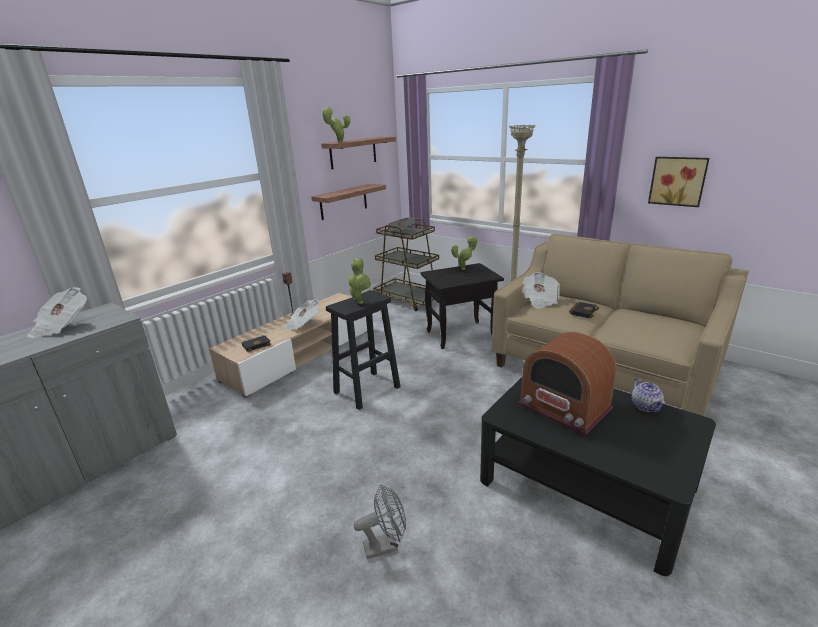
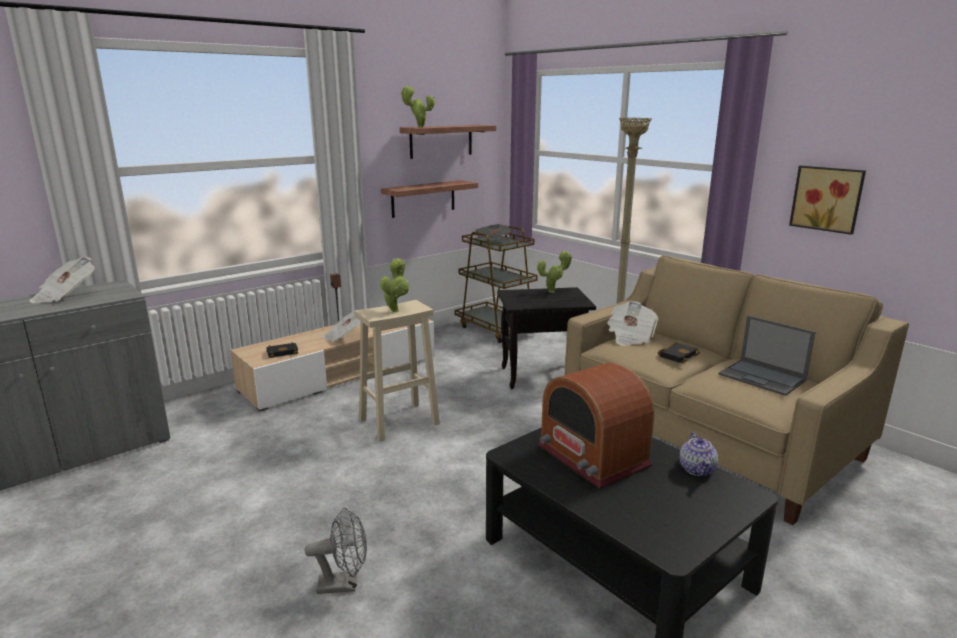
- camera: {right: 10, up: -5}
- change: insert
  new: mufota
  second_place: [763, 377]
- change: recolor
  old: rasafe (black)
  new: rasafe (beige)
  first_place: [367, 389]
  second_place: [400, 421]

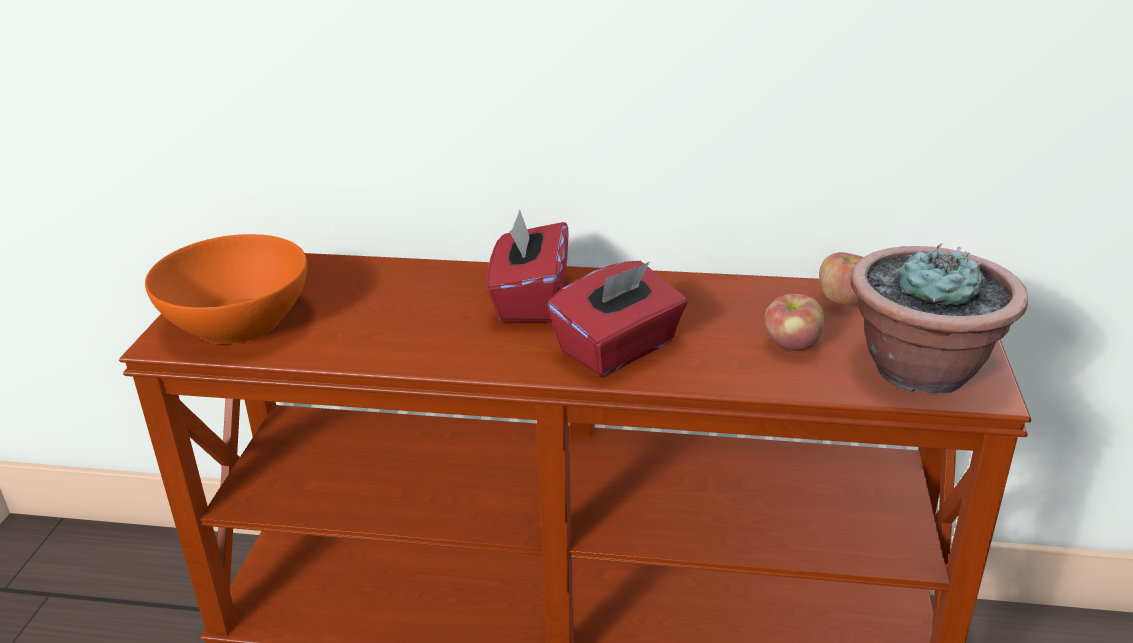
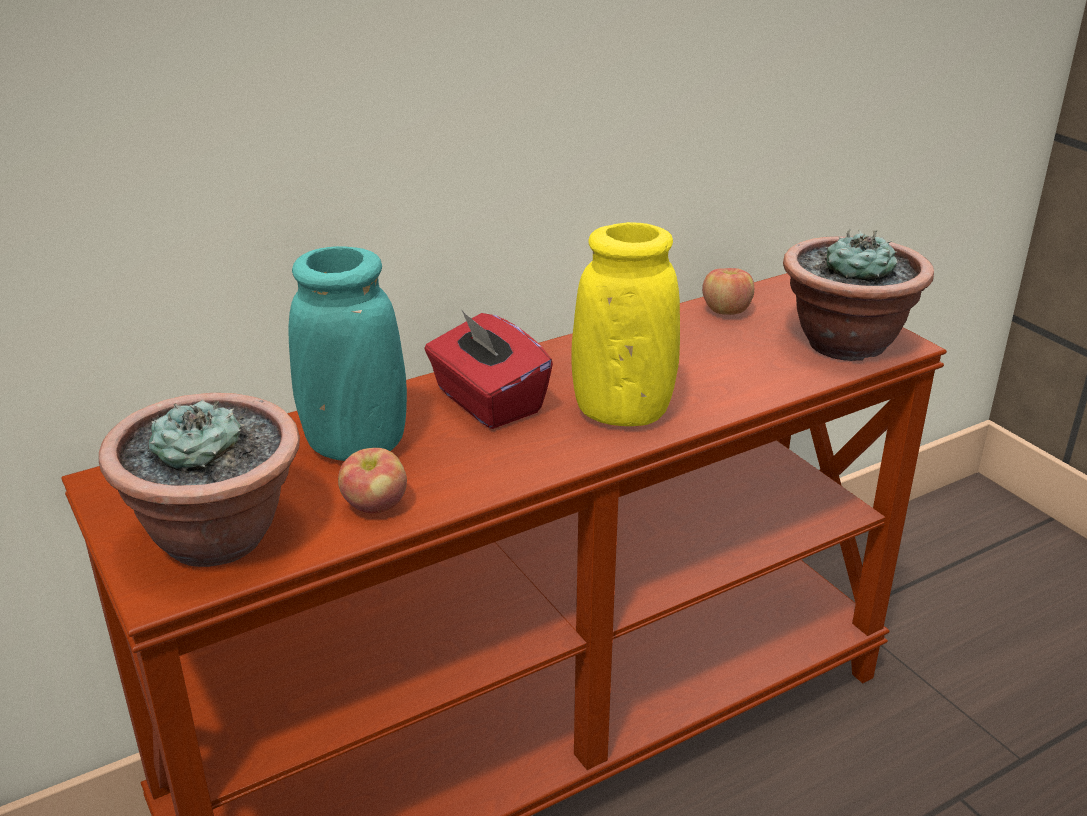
- camera: {right: -40, up: 0}
- change: insert
  new: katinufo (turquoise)
  second_place: [355, 446]
- change: move
  old: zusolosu
  first_place: [792, 345]
  second_place: [375, 506]
- change: replace
  old: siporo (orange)
  new: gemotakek
  first_place: [239, 321]
  second_place: [218, 536]
- change: replace
  old: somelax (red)
  new: katinufo (yellow)
  first_place: [618, 349]
  second_place: [623, 412]

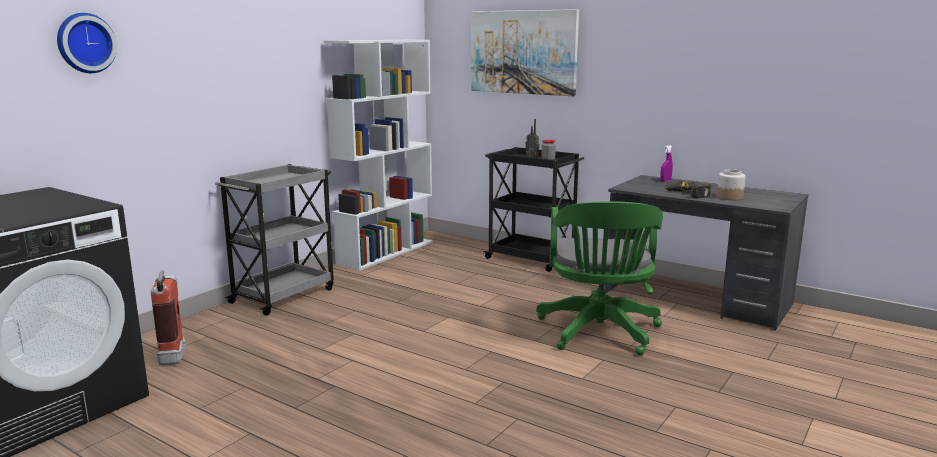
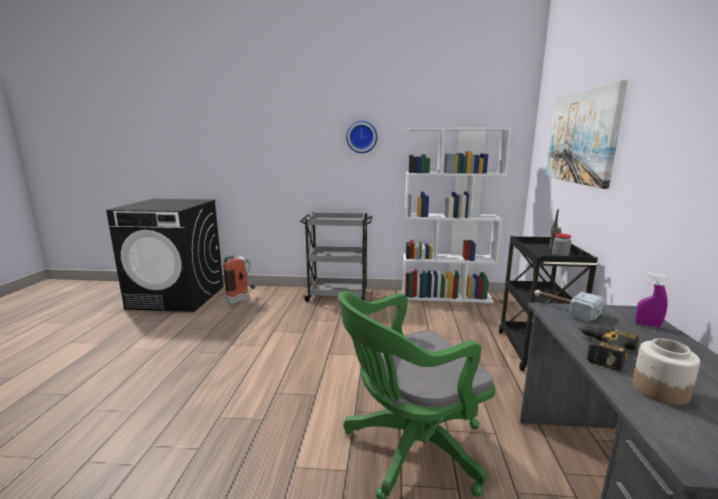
- camera: {right: 60, up: 0}
- change: insert
  new: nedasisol
  second_place: [564, 309]
- change: move
  old: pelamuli
  first_place: [85, 43]
  second_place: [362, 137]

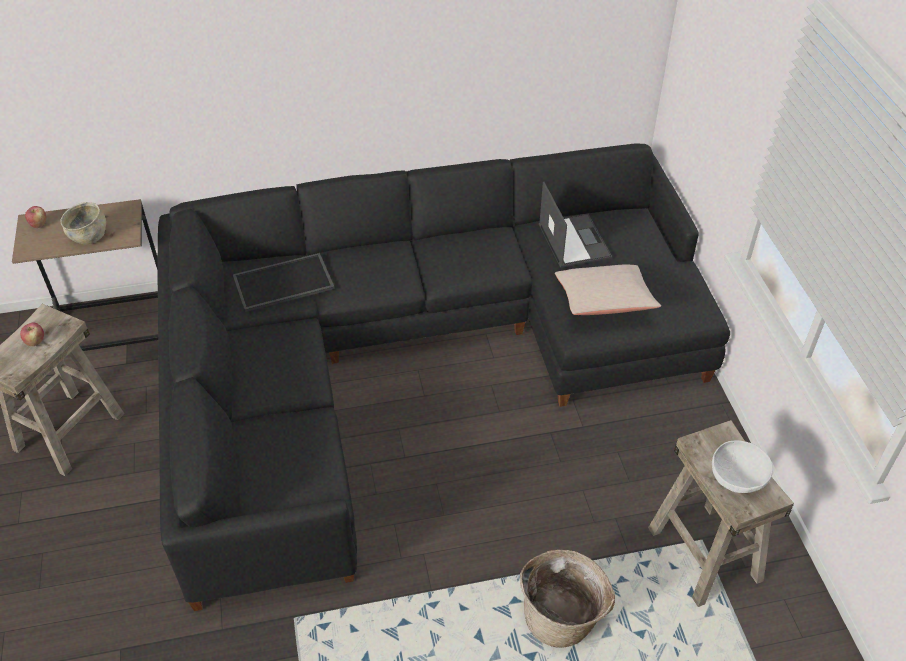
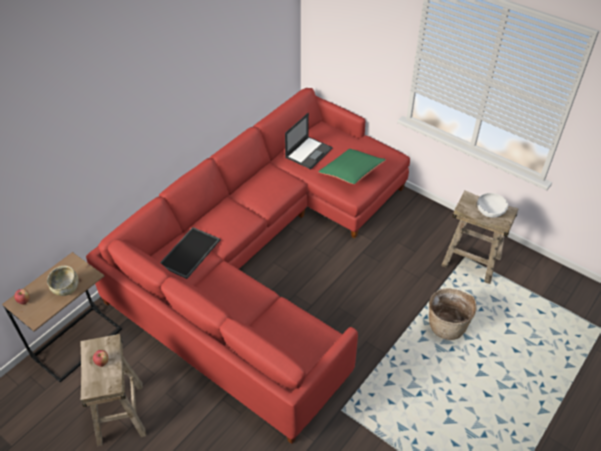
- camera: {right: -40, up: 0}
- change: recolor
  old: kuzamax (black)
  new: kuzamax (red)
  first_place: [413, 356]
  second_place: [264, 257]
- change: recolor
  old: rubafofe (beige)
  new: rubafofe (green)
  first_place: [604, 301]
  second_place: [351, 173]
- change: rotate
  old: mufota
  first_place: [573, 240]
  second_place: [309, 152]
  degrees: 90

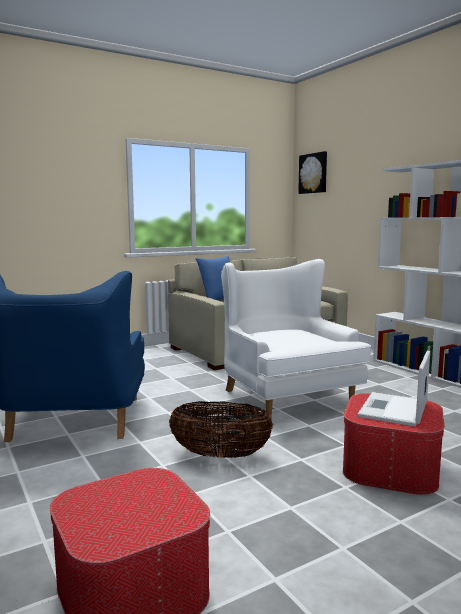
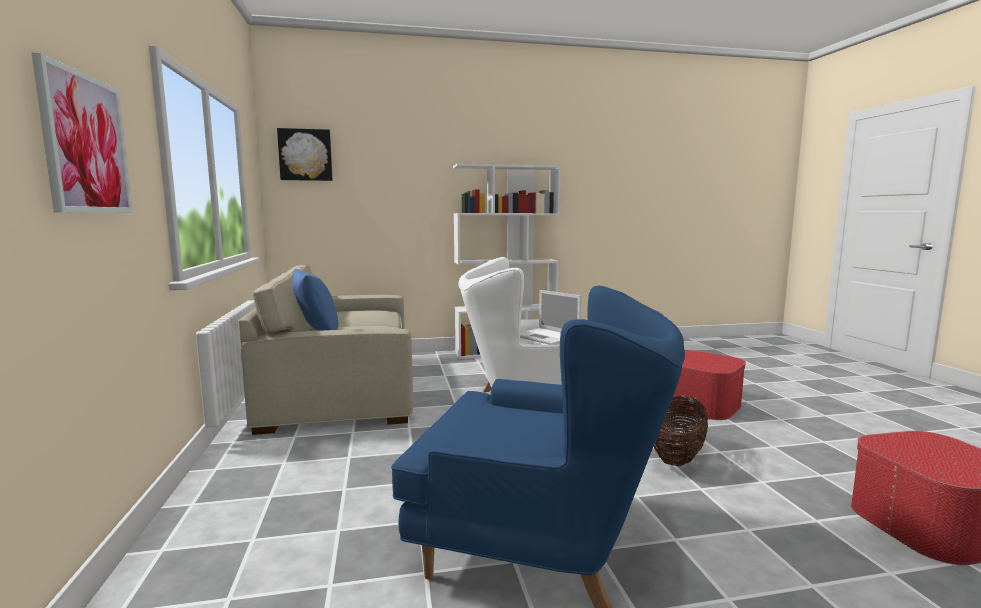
- camera: {right: -70, up: 0}
- change: insert
  new: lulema
  second_place: [85, 144]
- change: move
  old: mufota
  first_place: [393, 410]
  second_place: [547, 337]

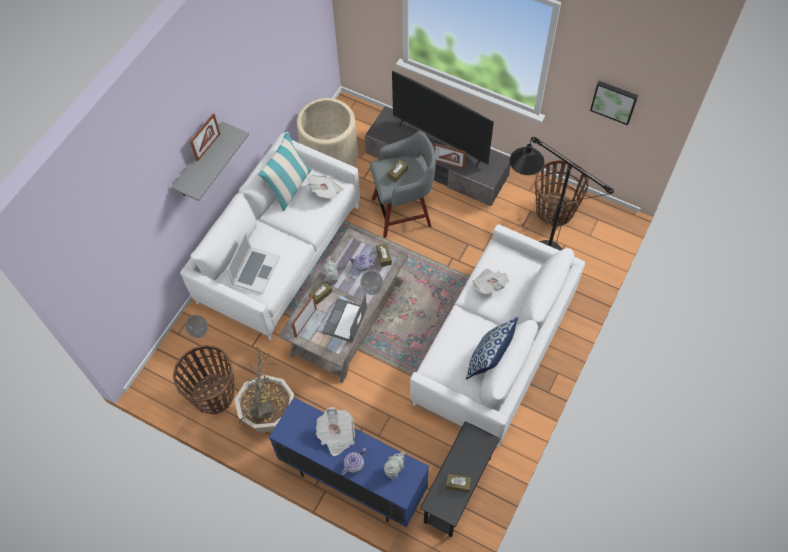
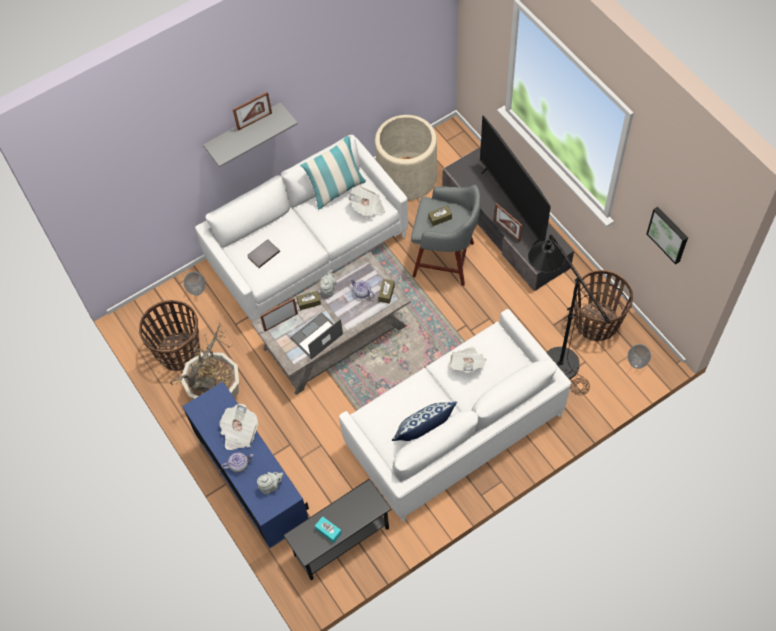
- camera: {right: 30, up: 0}
- change: move
  old: katinufo
  first_place: [372, 290]
  second_place: [636, 363]
- change: replace
  old: mufota
  new: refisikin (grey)
  first_place: [255, 270]
  second_place: [263, 253]
- change: recolor
  old: somelax (brown)
  new: somelax (turquoise)
  first_place: [458, 484]
  second_place: [328, 531]

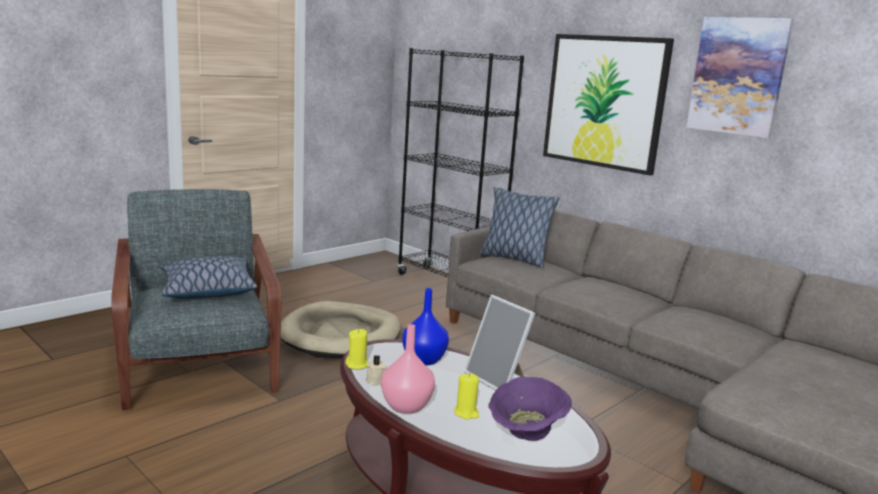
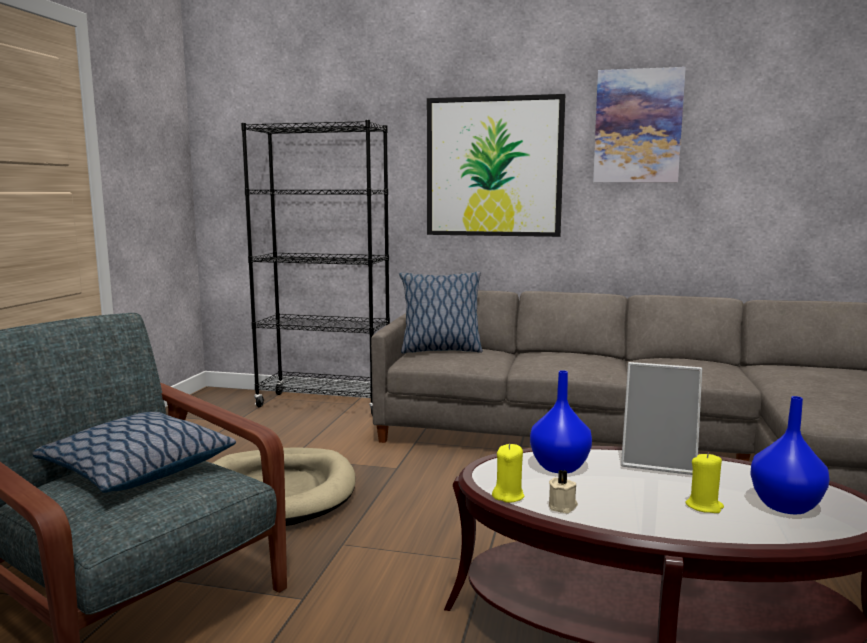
- camera: {right: -30, up: -5}
- change: delete
  old: katinufo (pink)
  first_place: [406, 407]
- change: replace
  old: siporo (purple)
  new: katinufo (blue)
  first_place: [525, 433]
  second_place: [787, 506]

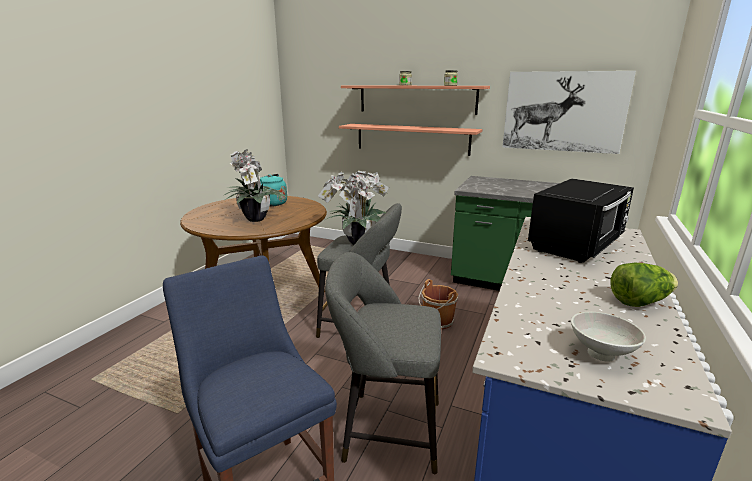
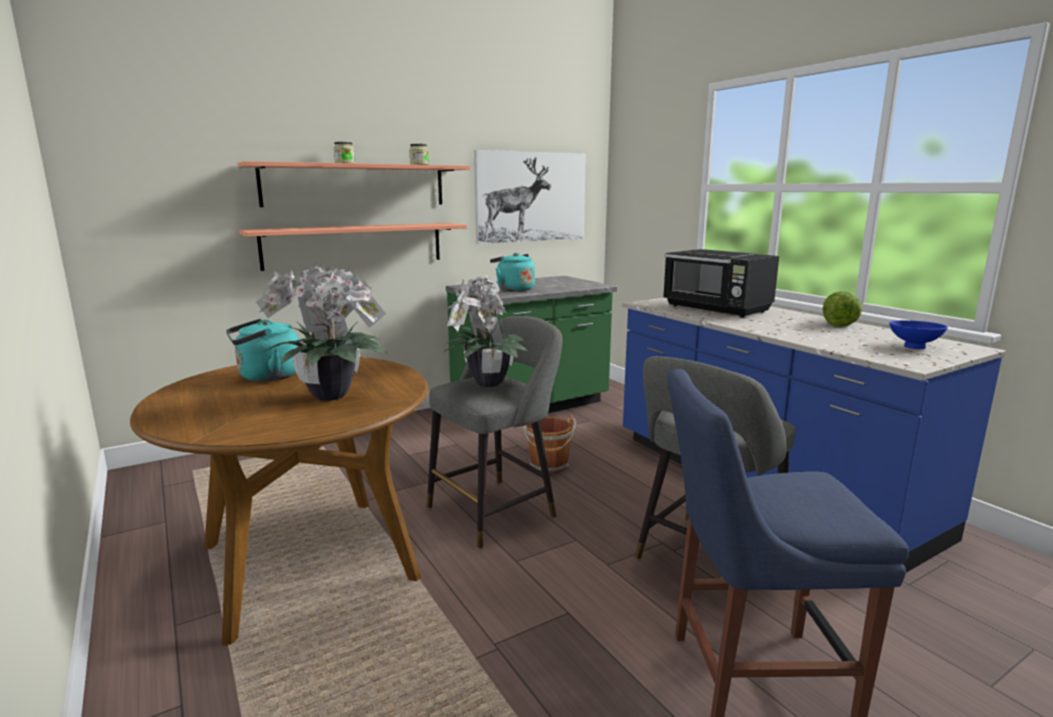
- camera: {right: -55, up: -5}
- change: insert
  new: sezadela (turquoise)
  second_place: [513, 289]
- change: recolor
  old: siporo (white)
  new: siporo (blue)
  first_place: [599, 353]
  second_place: [912, 347]
- change: rotate
  old: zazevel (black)
  first_place: [577, 245]
  second_place: [717, 309]
  degrees: 150

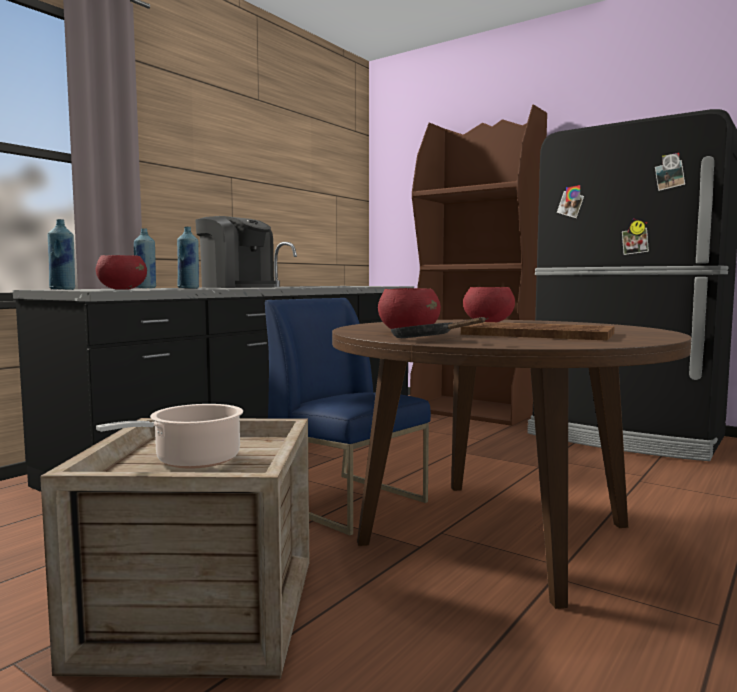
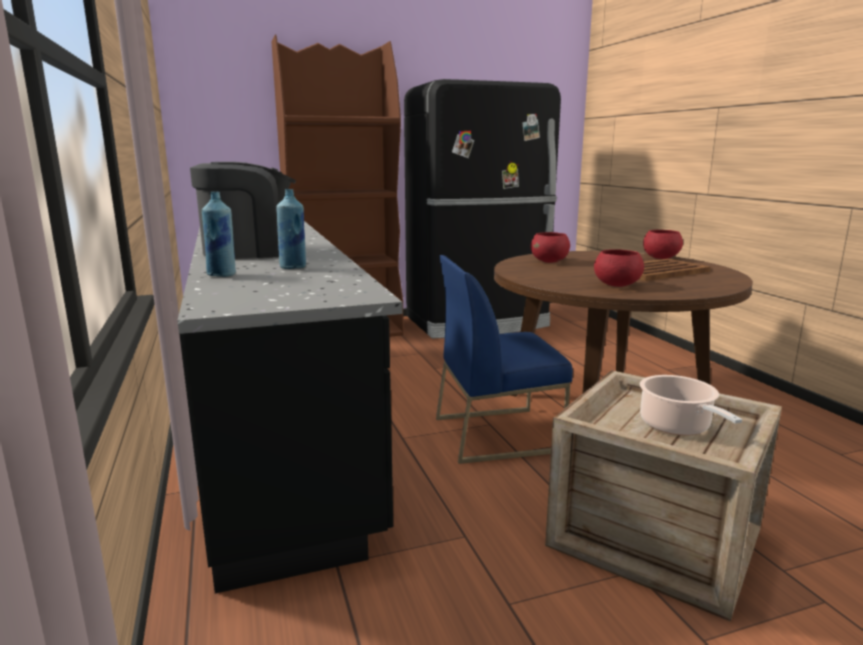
- camera: {right: -55, up: 10}
- change: delete
  old: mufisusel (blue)
  first_place: [63, 289]
- change: delete
  old: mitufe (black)
  first_place: [427, 339]
- change: move
  old: siporo (red)
  first_place: [122, 289]
  second_place: [660, 258]

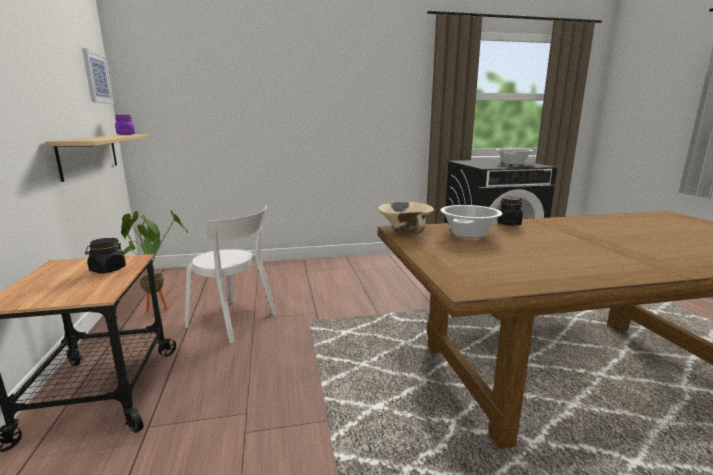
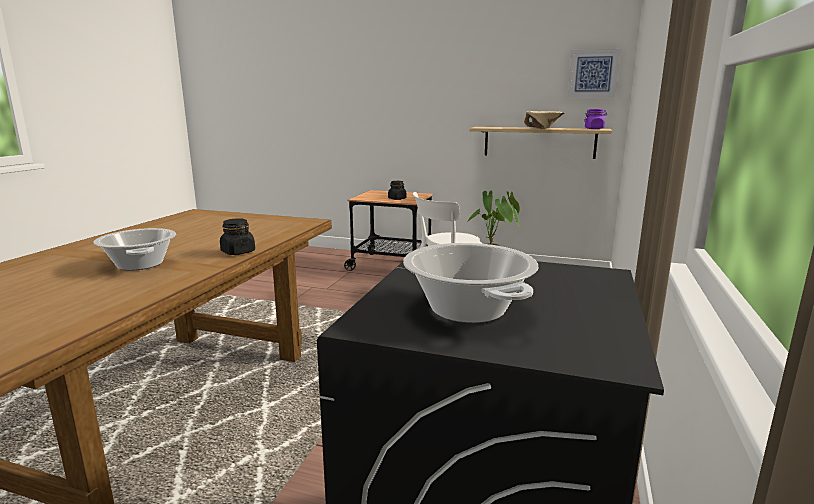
- camera: {right: 120, up: 0}
- change: move
  old: siporo (beige)
  first_place: [405, 230]
  second_place: [543, 128]
- change: move
  old: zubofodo
  first_place: [469, 233]
  second_place: [139, 264]

